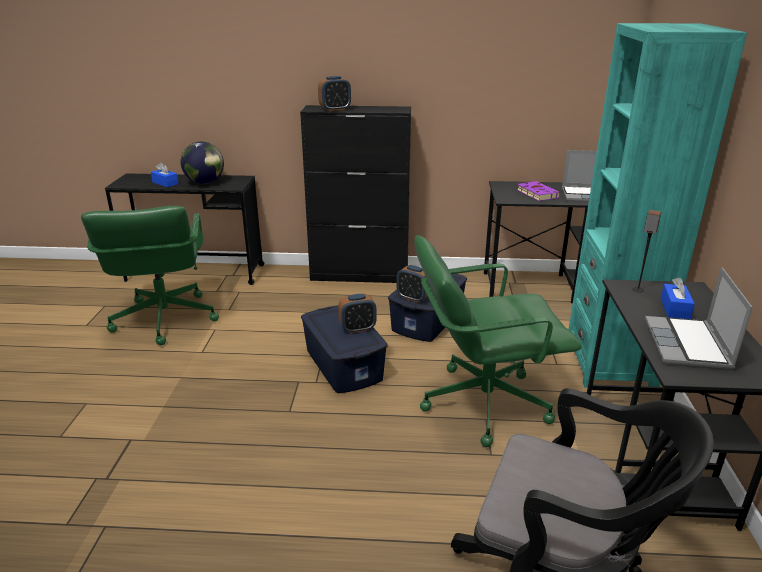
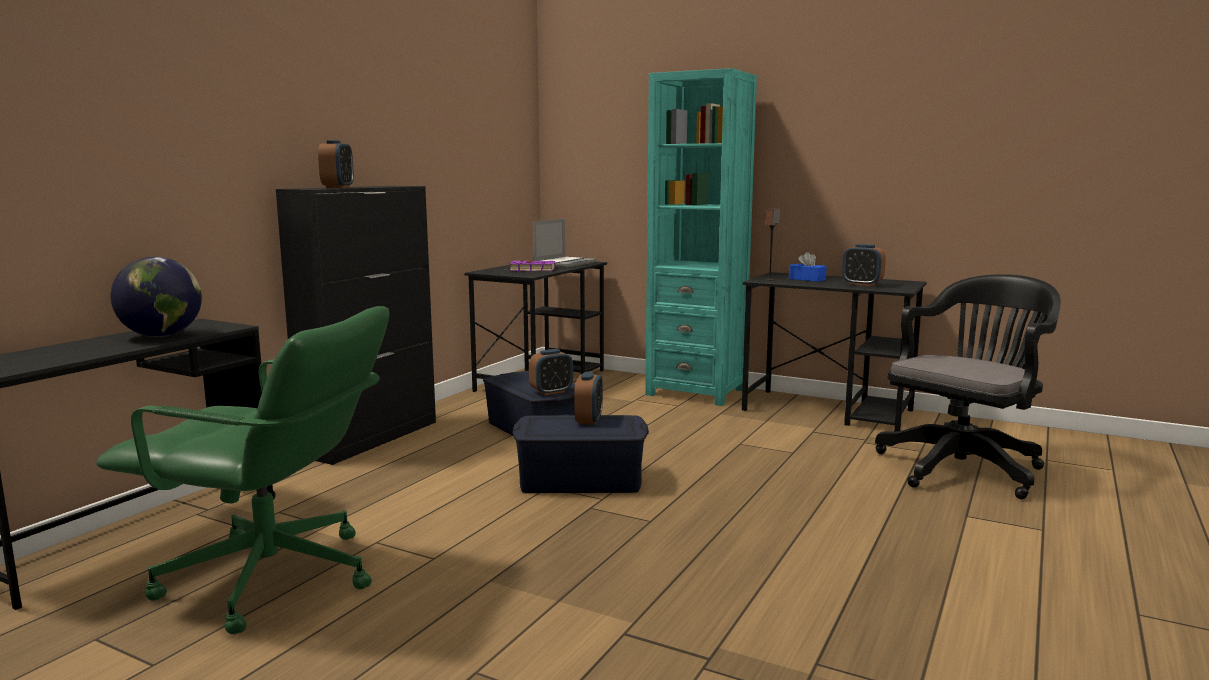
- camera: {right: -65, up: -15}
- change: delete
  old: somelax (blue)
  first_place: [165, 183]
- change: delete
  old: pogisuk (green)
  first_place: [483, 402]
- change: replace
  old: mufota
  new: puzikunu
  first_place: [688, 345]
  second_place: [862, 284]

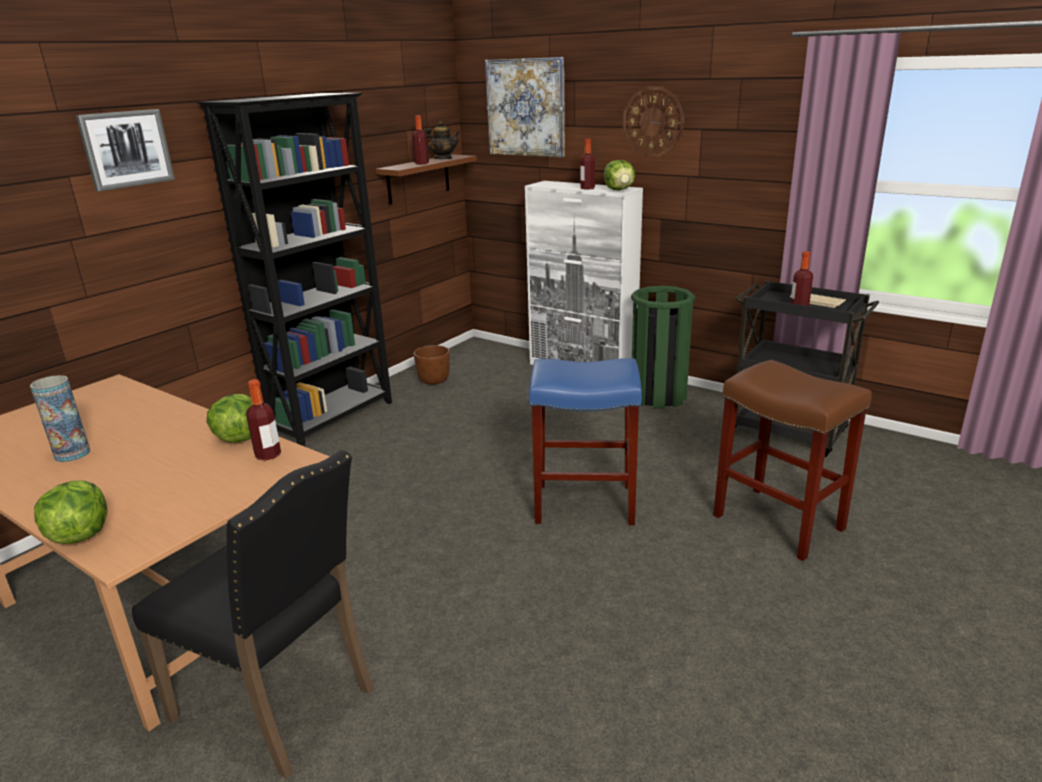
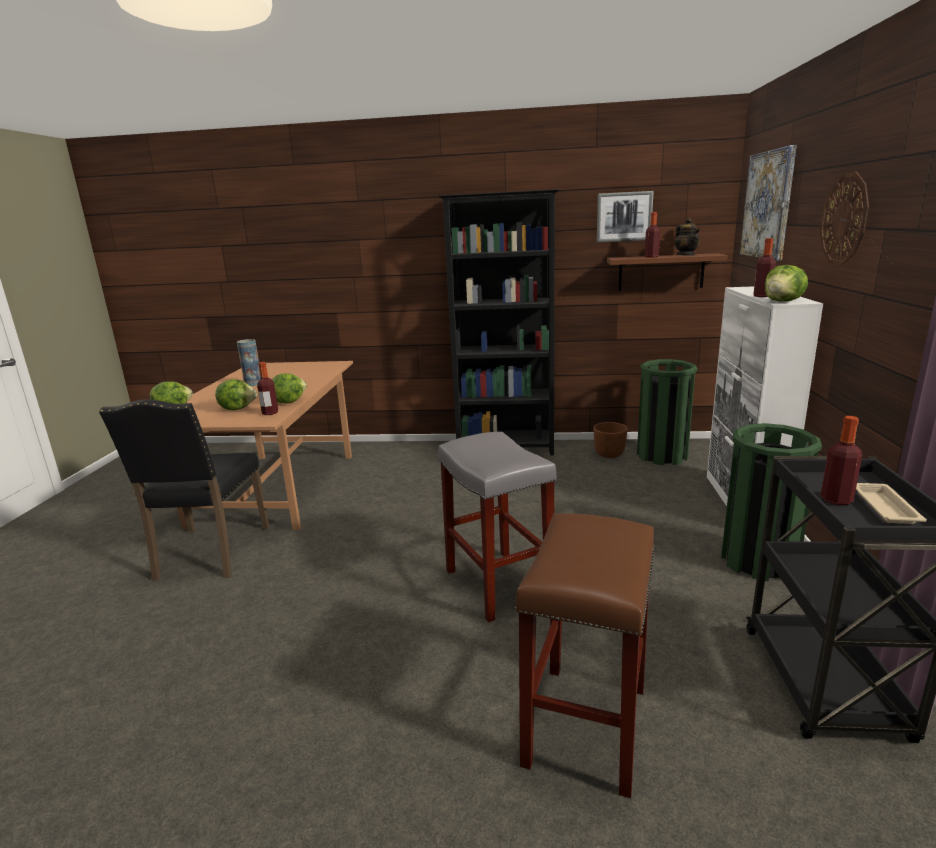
- camera: {right: 60, up: -5}
- change: insert
  new: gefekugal
  second_place: [238, 408]
- change: insert
  new: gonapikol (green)
  second_place: [662, 455]
- change: move
  old: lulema
  first_place: [126, 149]
  second_place: [624, 217]
- change: recolor
  old: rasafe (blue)
  new: rasafe (grey)
  first_place: [586, 503]
  second_place: [499, 585]

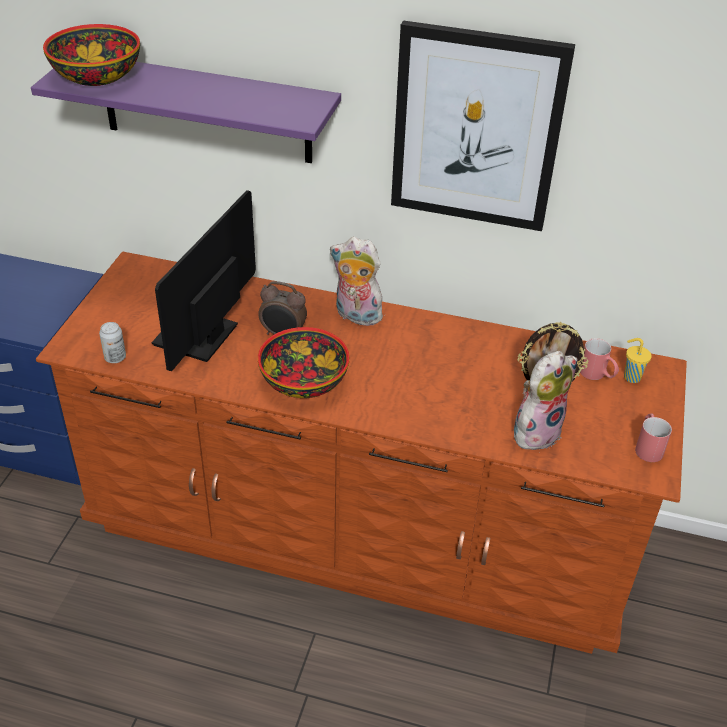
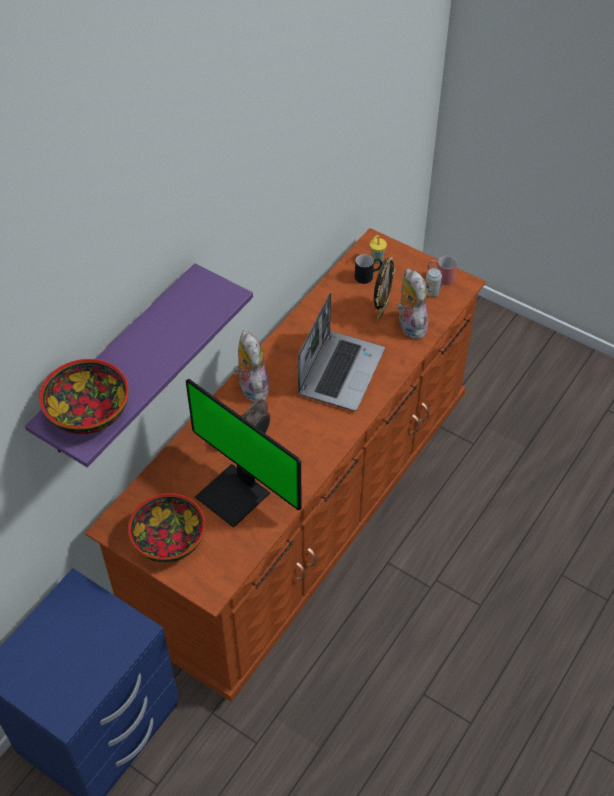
- camera: {right: -70, up: 10}
- change: delete
  old: lulema
  first_place: [476, 128]
- change: insert
  new: mufota
  second_place: [340, 371]
- change: move
  old: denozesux
  first_place: [115, 358]
  second_place: [431, 292]
- change: move
  old: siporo
  first_place: [303, 380]
  second_place: [168, 540]
- change: recolor
  old: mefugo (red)
  new: mefugo (black)
  first_place: [597, 375]
  second_place: [368, 276]
- change: rotate
  old: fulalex
  first_place: [355, 316]
  second_place: [251, 387]
  degrees: 120

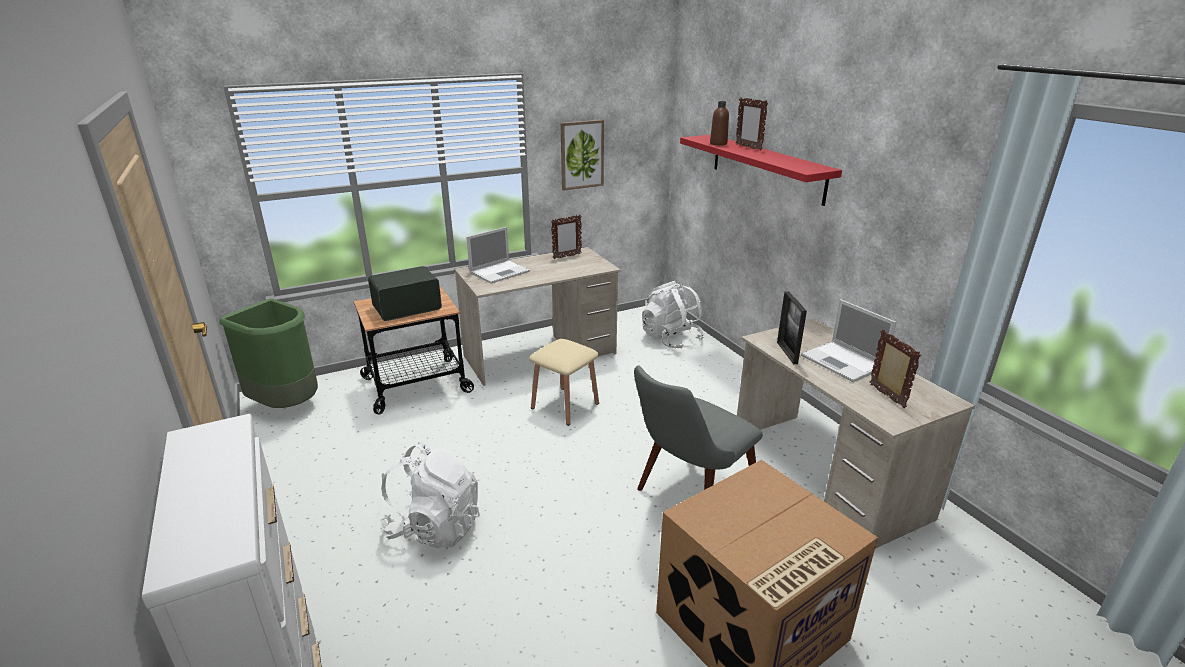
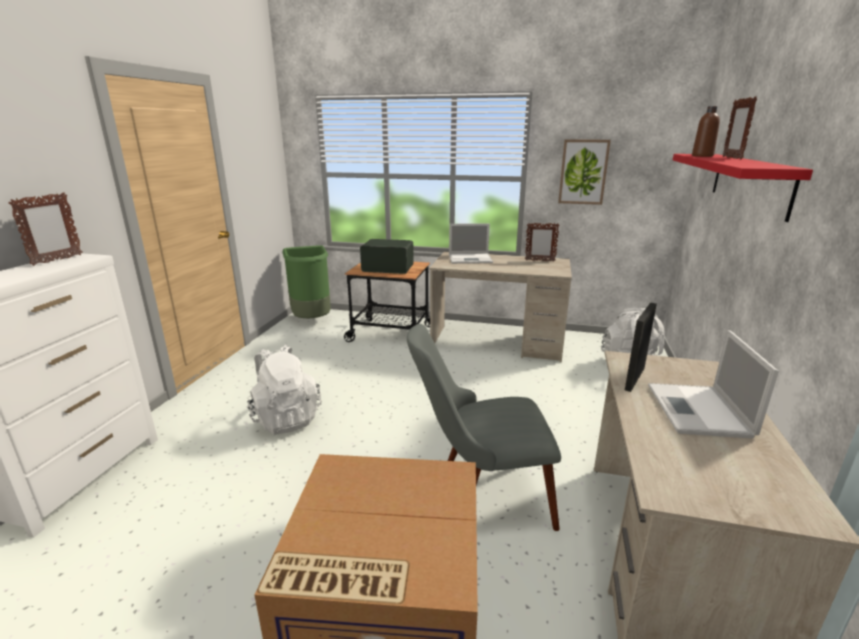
- camera: {right: 40, up: -5}
- change: delete
  old: rasafe (beige)
  first_place: [565, 405]
- change: move
  old: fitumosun
  first_place: [886, 396]
  second_place: [57, 260]

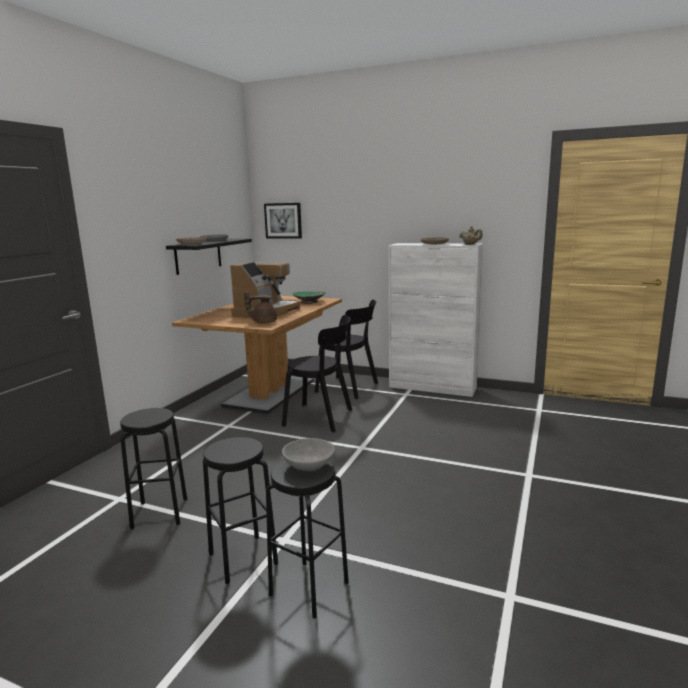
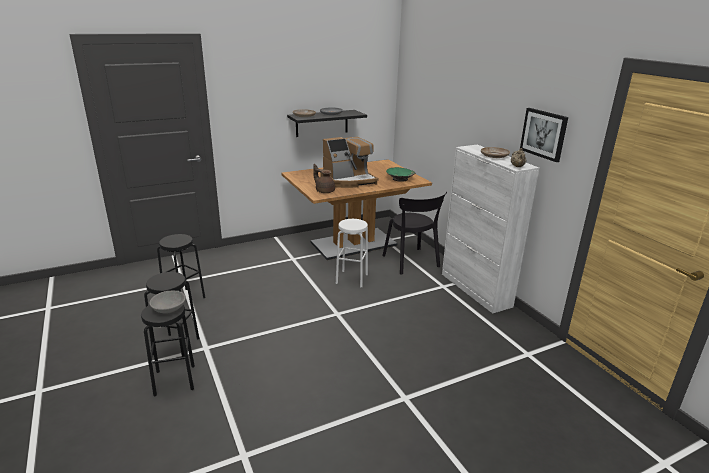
- camera: {right: 40, up: 10}
- change: move
  old: lulema
  first_place: [283, 220]
  second_place: [544, 134]
- change: replace
  old: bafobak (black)
  new: rasafe (white)
  first_place: [321, 418]
  second_place: [351, 279]

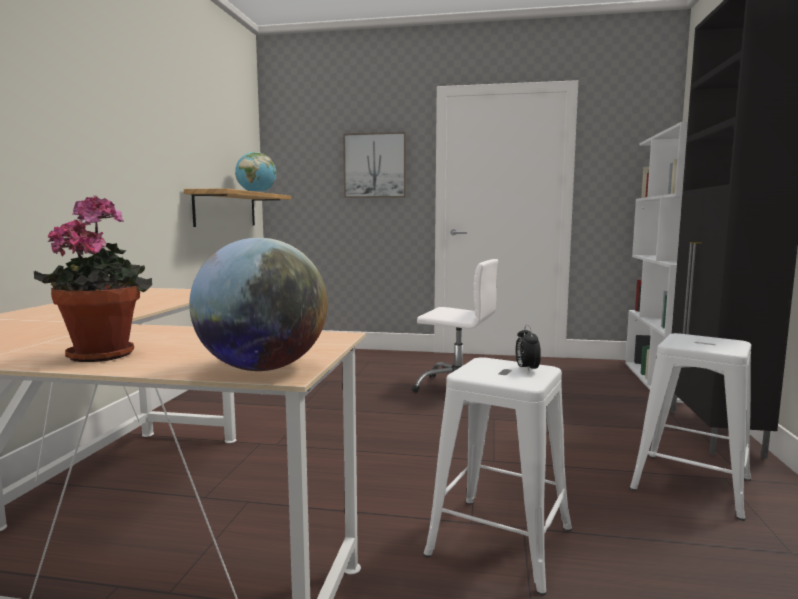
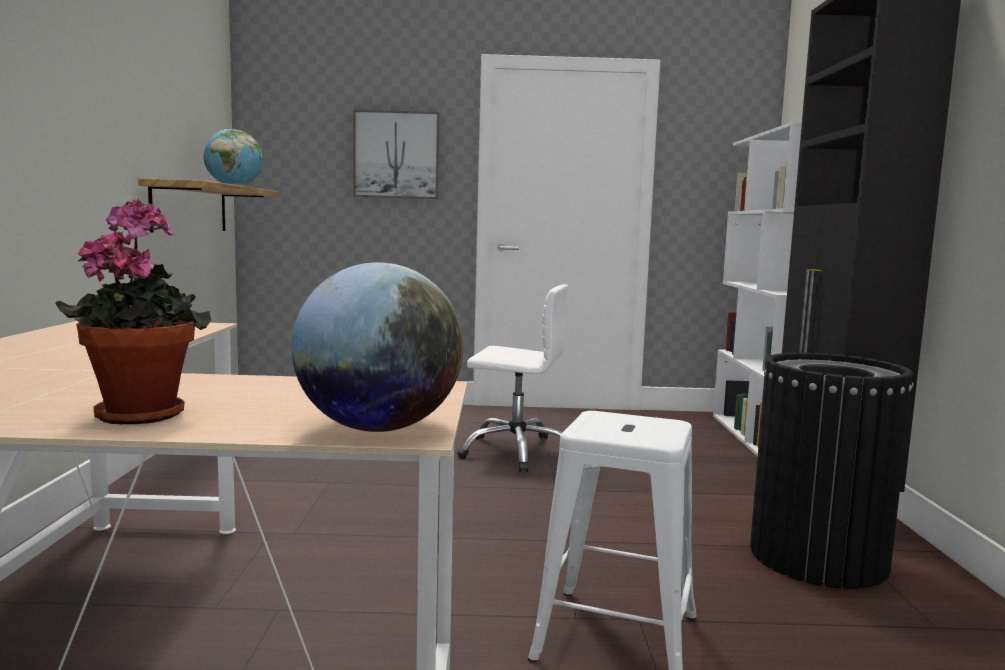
- camera: {right: -10, up: 0}
- change: delete
  old: puzikunu
  first_place: [526, 369]
- change: replace
  old: rasafe (white)
  new: gonapikol (black)
  first_place: [691, 484]
  second_place: [818, 557]

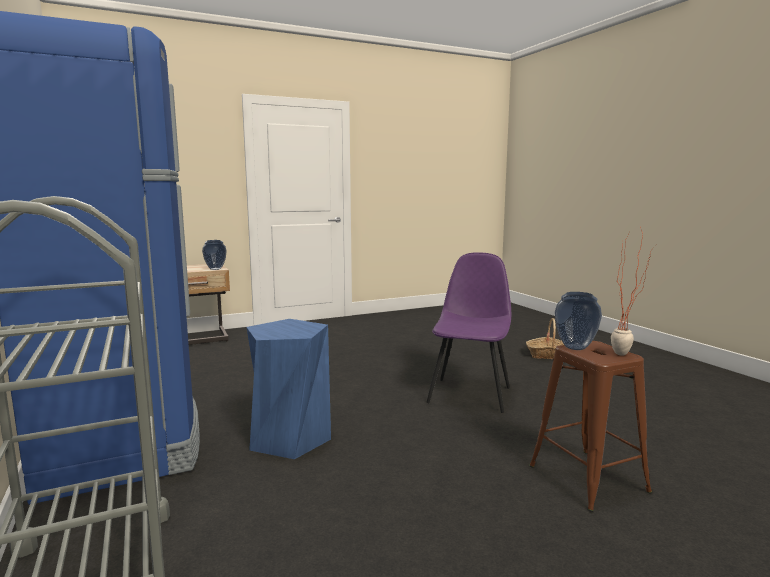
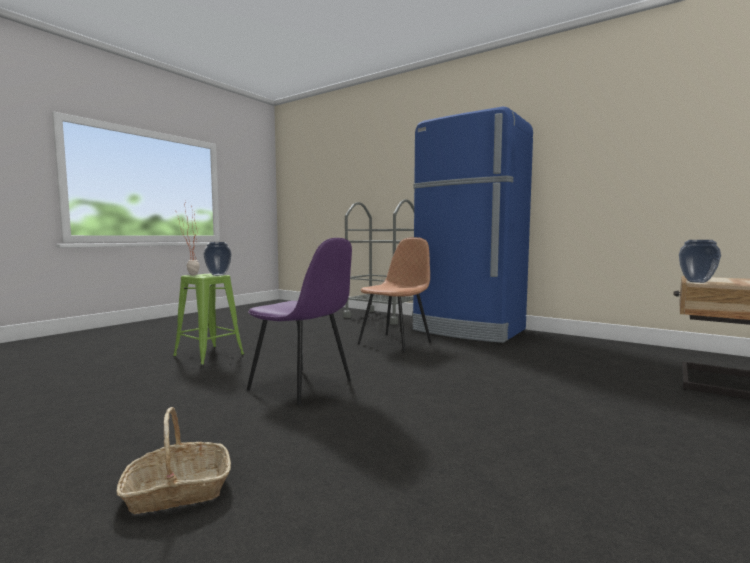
- camera: {right: 150, up: -5}
- change: replace
  old: rasafe (blue)
  new: bafobak (brown)
  first_place: [289, 438]
  second_place: [396, 343]
- change: recolor
  old: rasafe (brown)
  new: rasafe (green)
  first_place: [588, 479]
  second_place: [208, 355]
- change: rotate
  old: bafobak (purple)
  first_place: [470, 394]
  second_place: [302, 386]
  degrees: -45

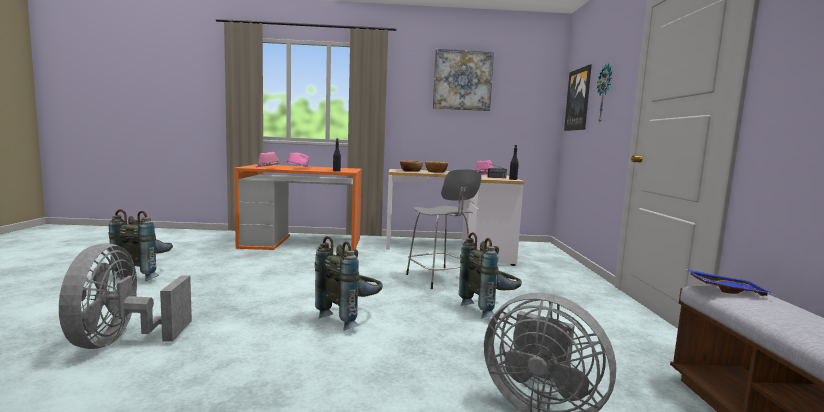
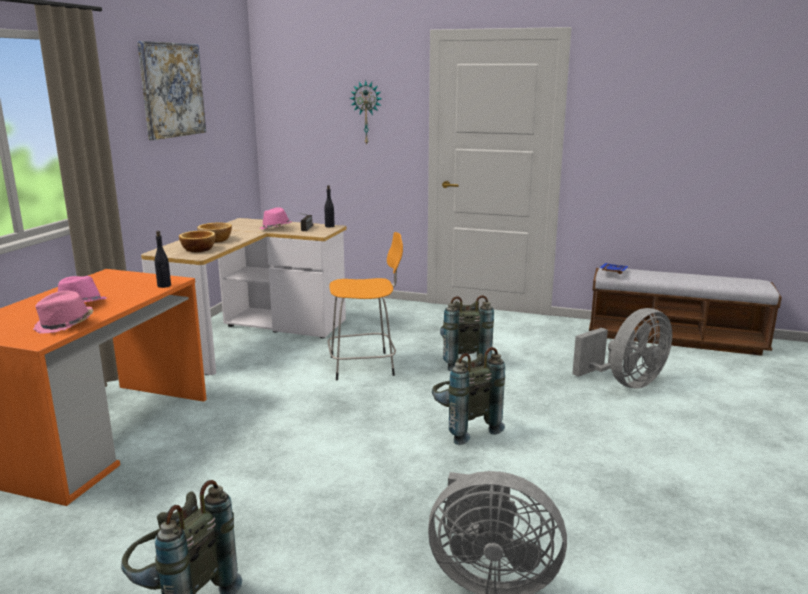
- camera: {right: -70, up: 10}
- change: delete
  old: lulema
  first_place: [578, 99]
- change: recolor
  old: rasafe (grey)
  new: rasafe (orange)
  first_place: [439, 279]
  second_place: [364, 366]

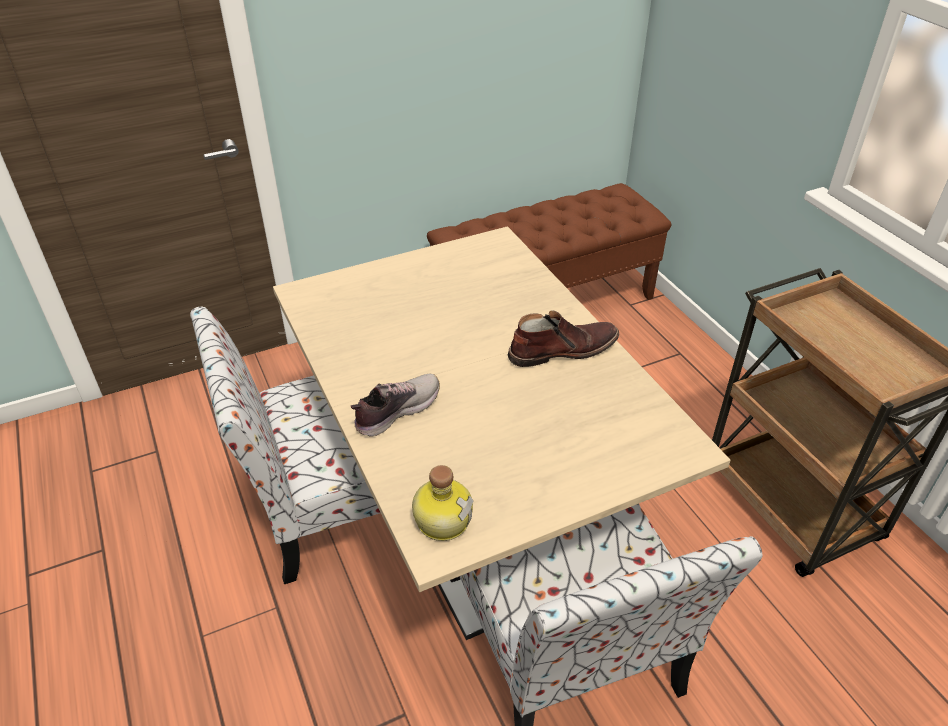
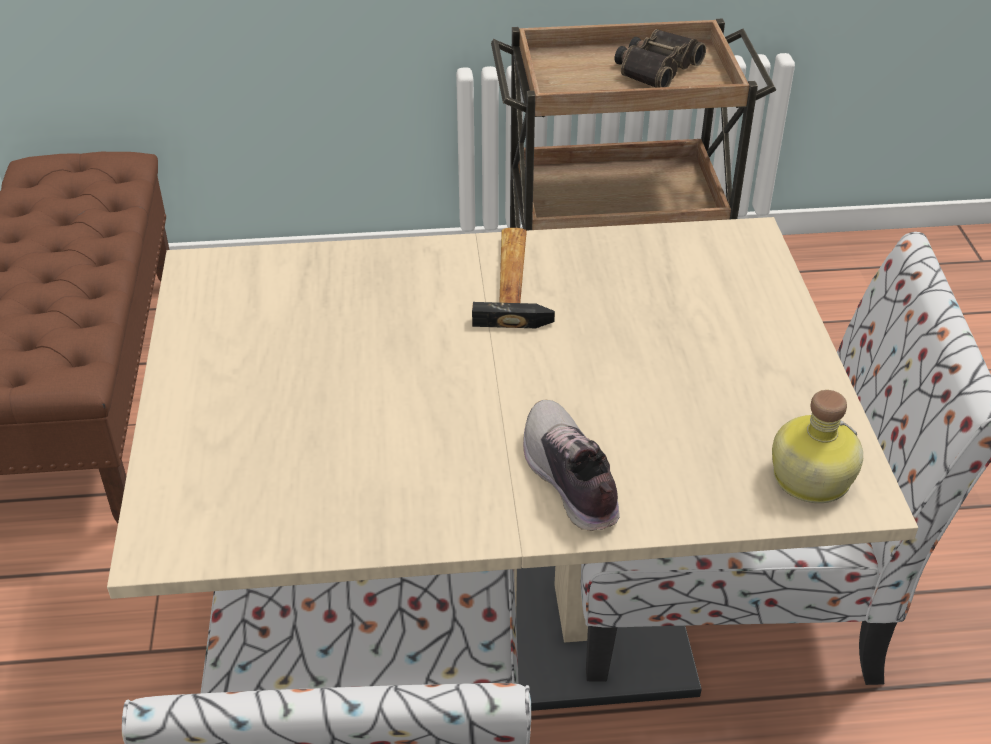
- camera: {right: -70, up: 0}
- change: insert
  new: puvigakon
  second_place: [655, 68]
- change: replace
  old: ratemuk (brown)
  new: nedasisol
  first_place: [562, 350]
  second_place: [515, 281]

